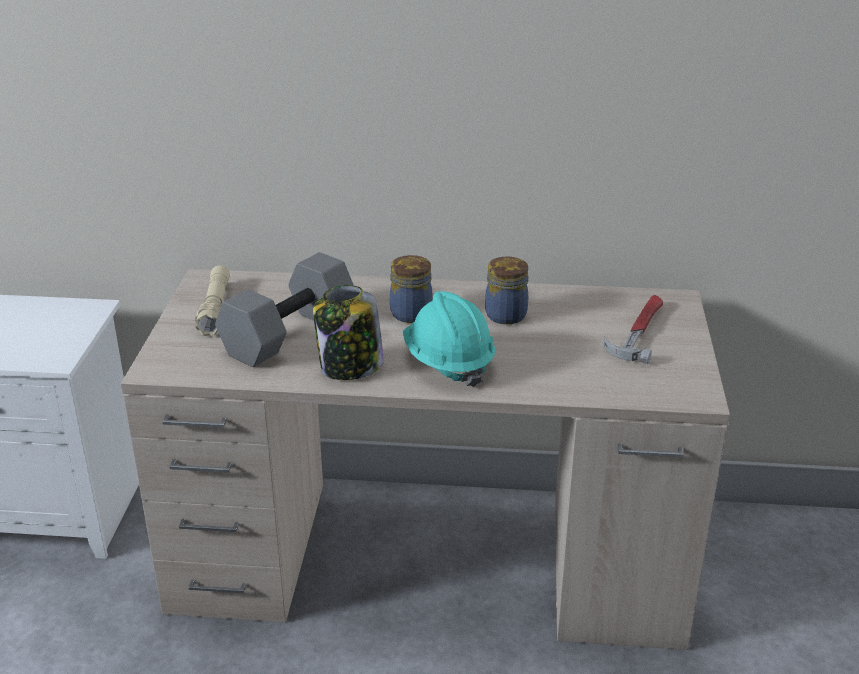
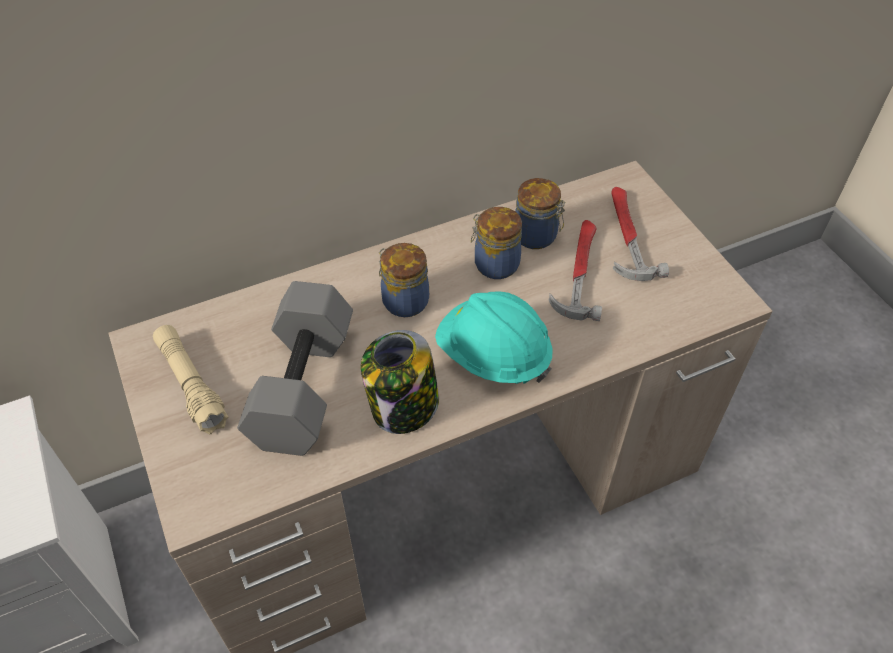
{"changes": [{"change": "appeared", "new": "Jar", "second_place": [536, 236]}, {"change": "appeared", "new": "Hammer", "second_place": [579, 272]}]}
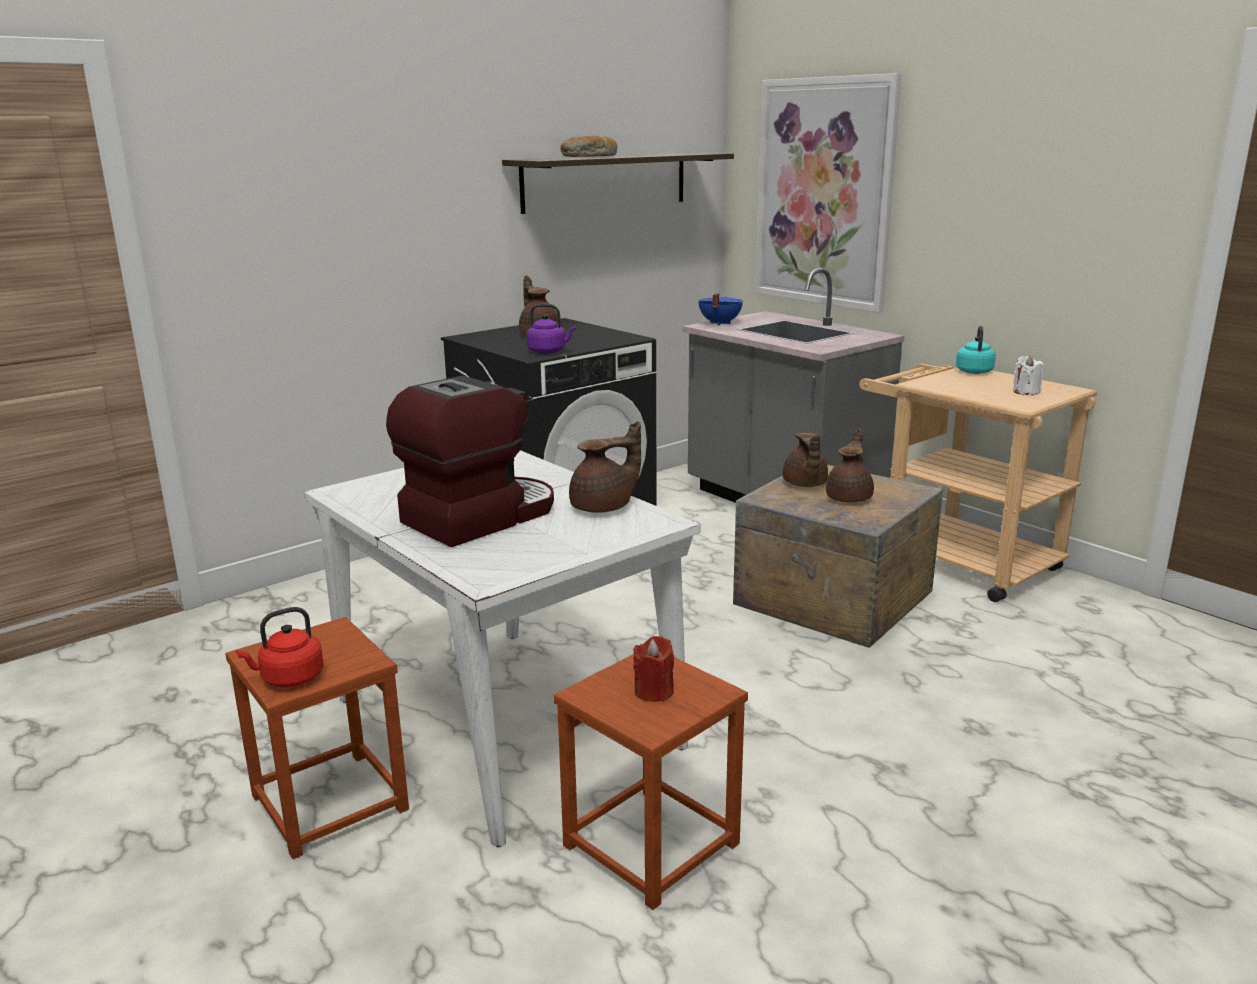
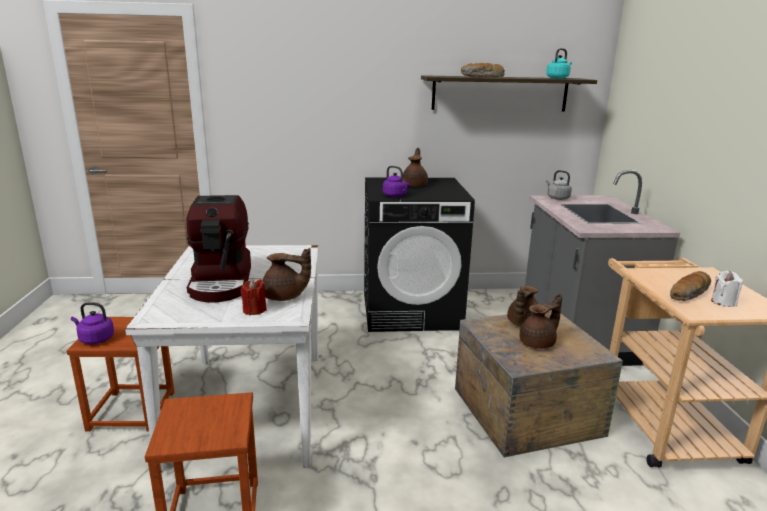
{"changes": [{"change": "missing", "old": "Picture", "first_place": [824, 193]}, {"change": "appeared", "new": "Bread", "second_place": [689, 294]}, {"change": "relocated", "old": "RedCandle", "first_place": [654, 691], "second_place": [254, 310]}, {"change": "relocated", "old": "TurquoiseKettle", "first_place": [974, 371], "second_place": [558, 78]}, {"change": "exchanged", "old": "BlueCookingPot", "new": "GreyKettle", "first_place": [719, 323], "second_place": [557, 198]}, {"change": "colour", "old": "RedKettle", "new": "PurpleKettle", "first_place": [289, 679], "second_place": [95, 339]}, {"change": "spun", "old": "CoffeeMachine", "first_place": [479, 516], "second_place": [222, 282], "degrees": 90}]}
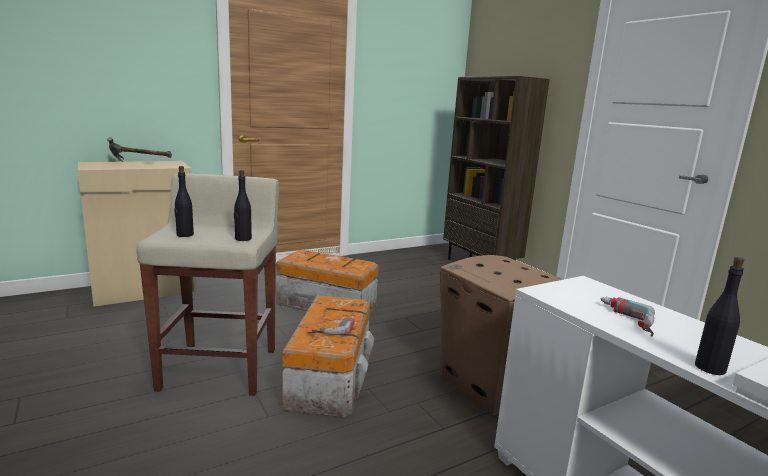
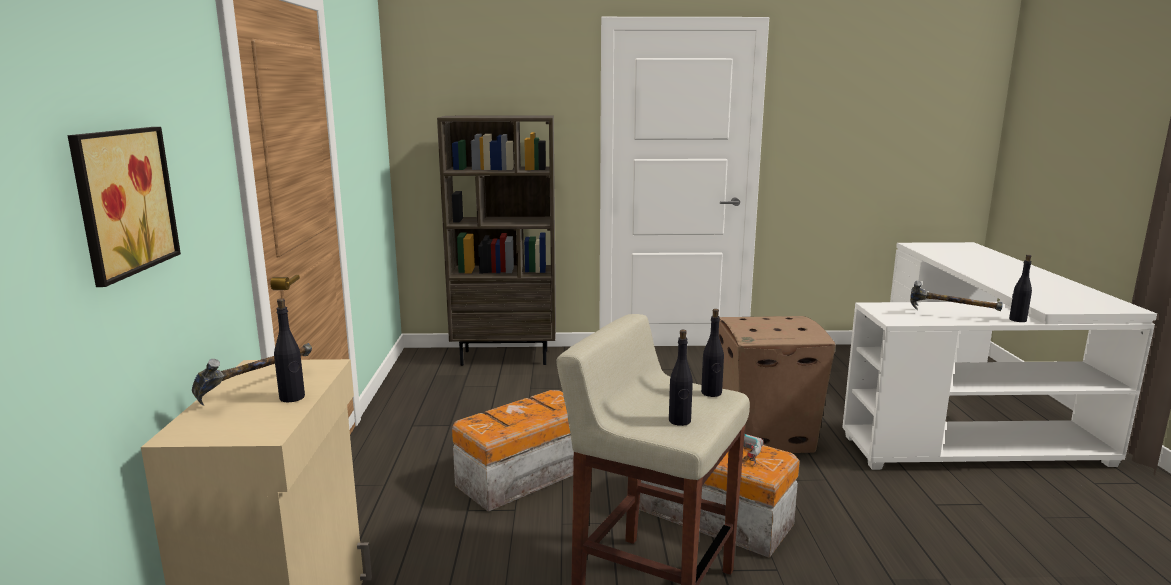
{"changes": [{"change": "appeared", "new": "Picture", "second_place": [119, 201]}, {"change": "appeared", "new": "BlackBottle", "second_place": [292, 398]}, {"change": "exchanged", "old": "PowerDrill", "new": "Hammer", "first_place": [624, 320], "second_place": [949, 316]}]}
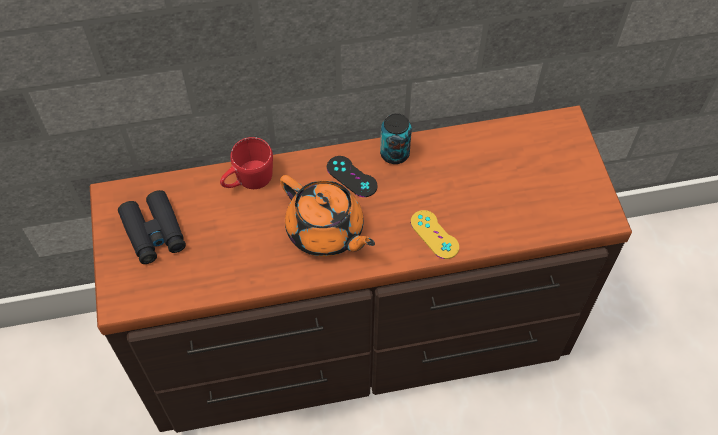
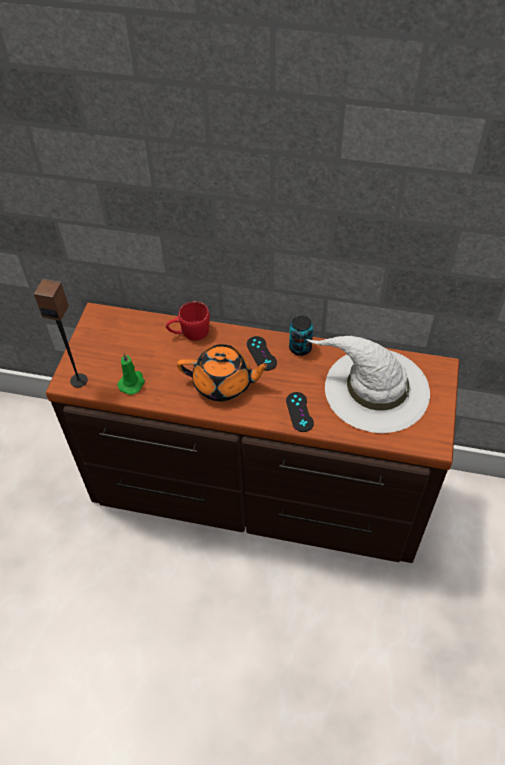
{"changes": [{"change": "missing", "old": "BlackBinoculars", "first_place": [154, 233]}, {"change": "appeared", "new": "Speaker", "second_place": [79, 380]}, {"change": "appeared", "new": "GreenCandle", "second_place": [132, 383]}, {"change": "appeared", "new": "WhiteHat", "second_place": [375, 389]}, {"change": "colour", "old": "YellowGameController", "new": "BlackGameController", "first_place": [434, 234], "second_place": [299, 412]}, {"change": "spun", "old": "OrangeTeapot", "first_place": [326, 231], "second_place": [224, 383], "degrees": -60}]}
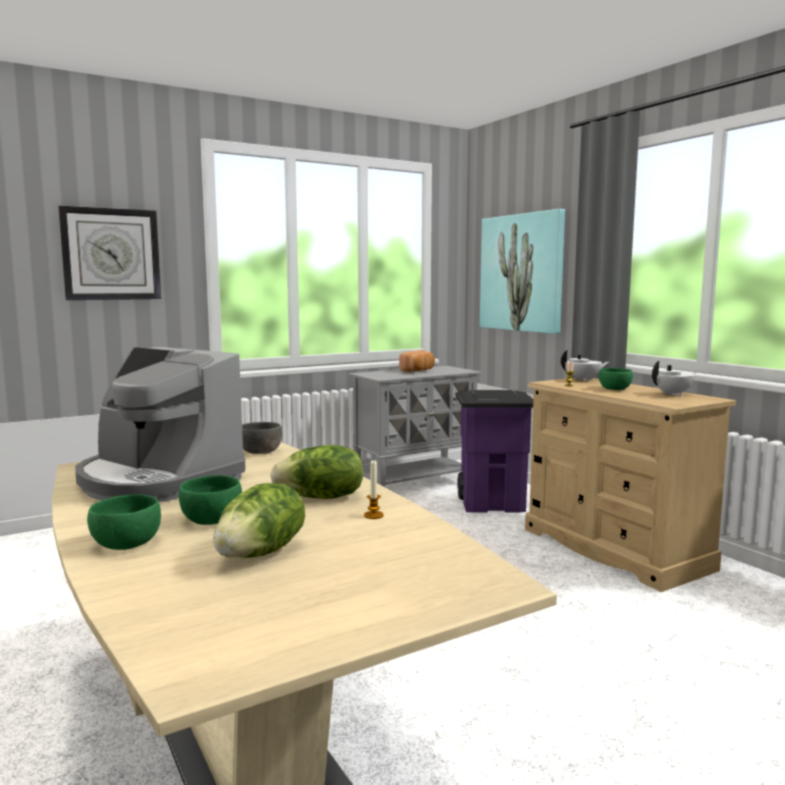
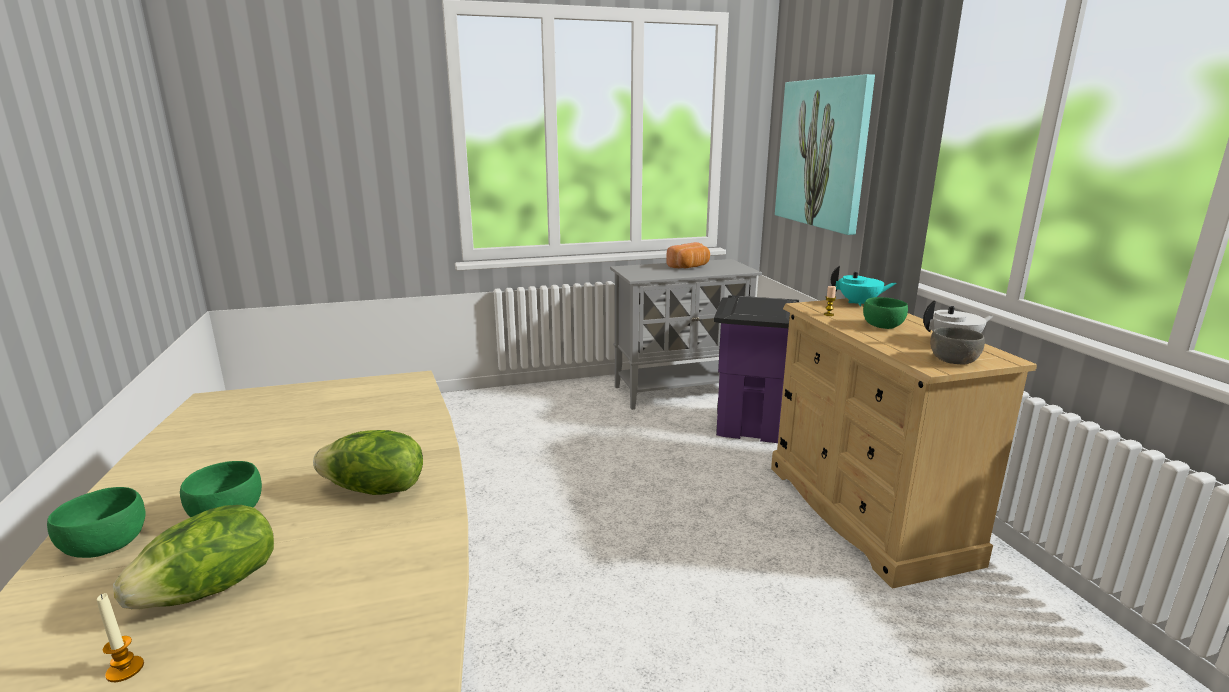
{"changes": [{"change": "missing", "old": "WallClock", "first_place": [111, 254]}, {"change": "missing", "old": "CoffeeMachine", "first_place": [157, 481]}, {"change": "relocated", "old": "GreyBowl", "first_place": [259, 451], "second_place": [952, 360]}, {"change": "relocated", "old": "Candle", "first_place": [373, 515], "second_place": [125, 670]}, {"change": "colour", "old": "WhiteTeapot", "new": "TurquoiseTeapot", "first_place": [584, 379], "second_place": [859, 303]}]}
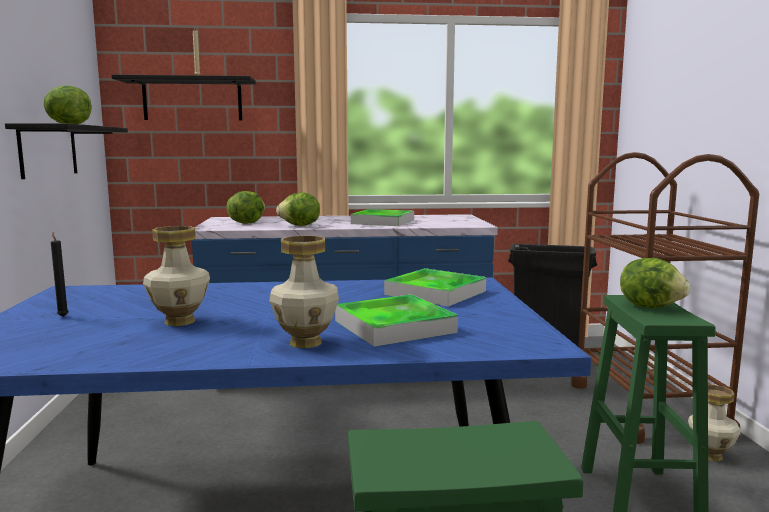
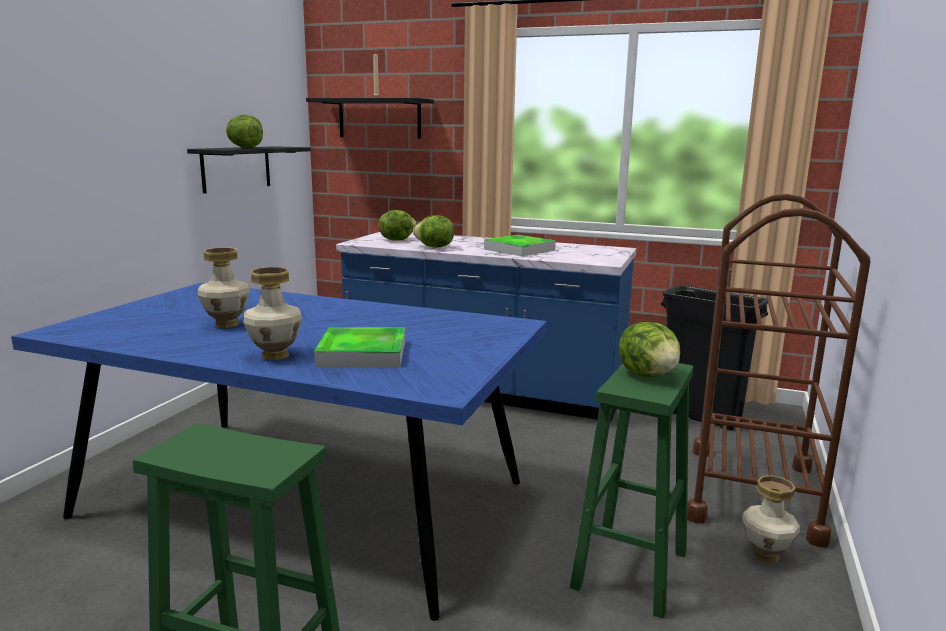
{"changes": [{"change": "missing", "old": "BlackCandle", "first_place": [62, 316]}, {"change": "missing", "old": "Tray", "first_place": [435, 293]}]}
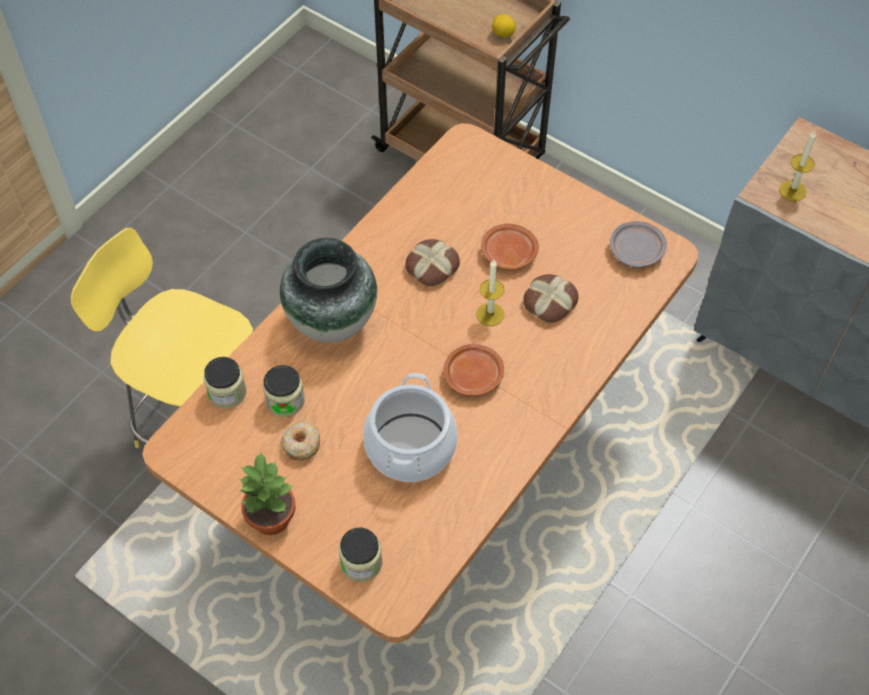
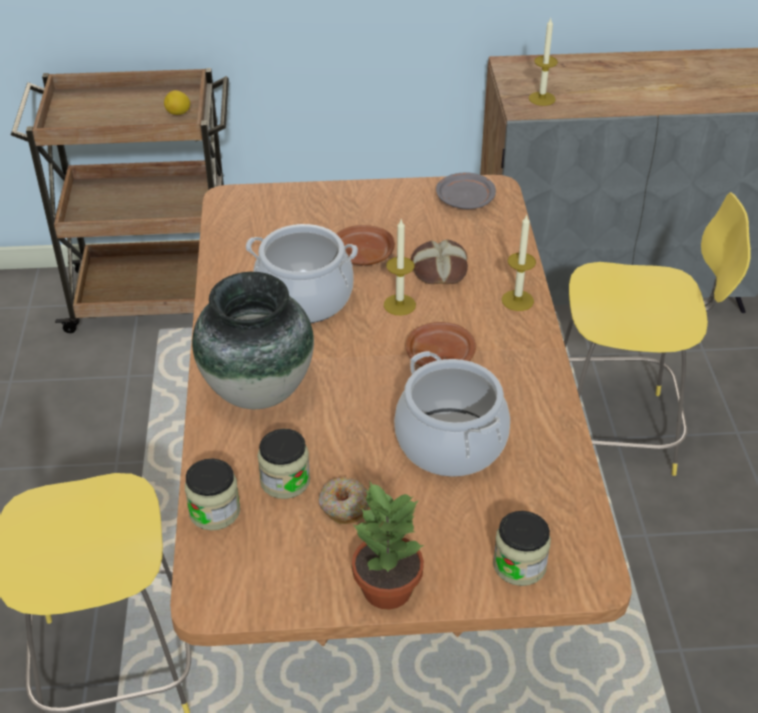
{"changes": [{"change": "appeared", "new": "Candle", "second_place": [517, 300]}, {"change": "appeared", "new": "YellowStool", "second_place": [616, 432]}, {"change": "exchanged", "old": "Bread", "new": "CookingPot", "first_place": [431, 266], "second_place": [304, 299]}]}
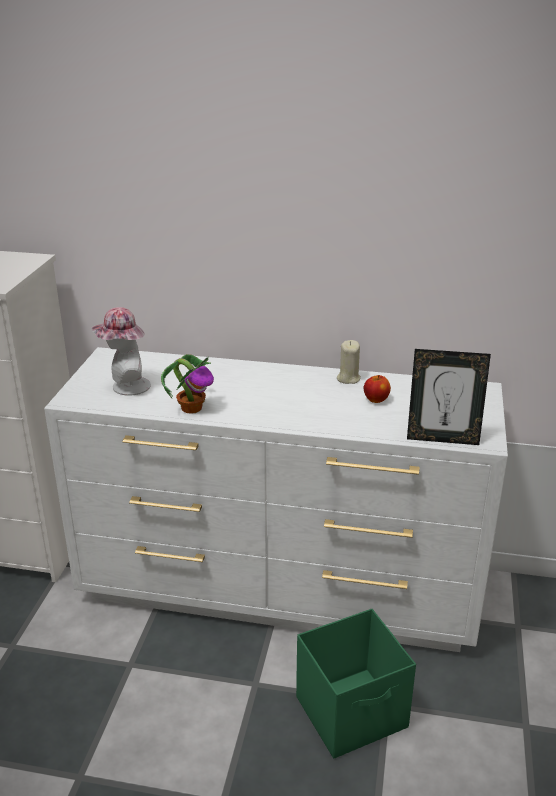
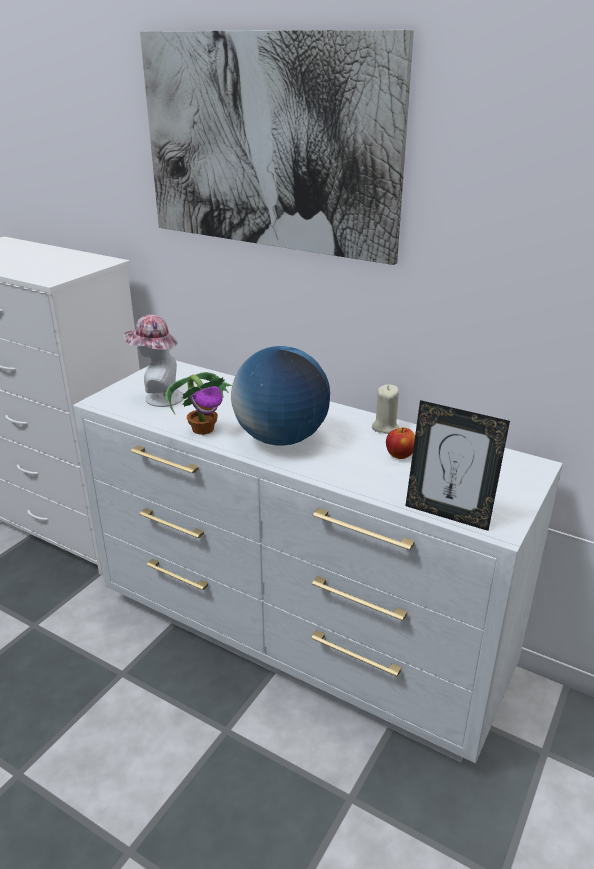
{"changes": [{"change": "missing", "old": "GreenStorageBox", "first_place": [353, 713]}, {"change": "appeared", "new": "Picture", "second_place": [267, 144]}, {"change": "appeared", "new": "Globe", "second_place": [281, 439]}]}
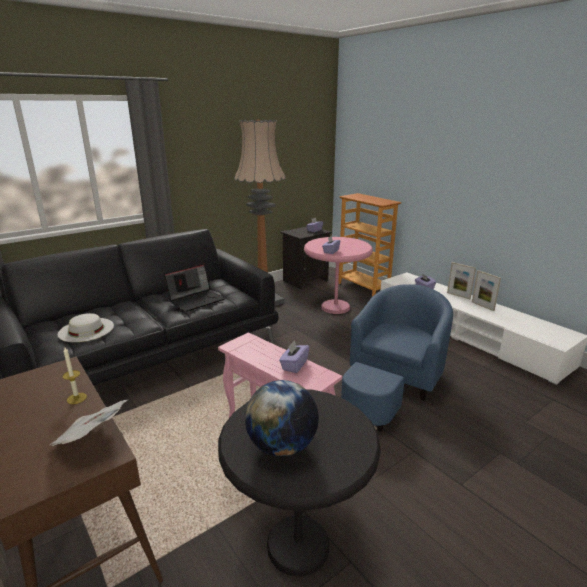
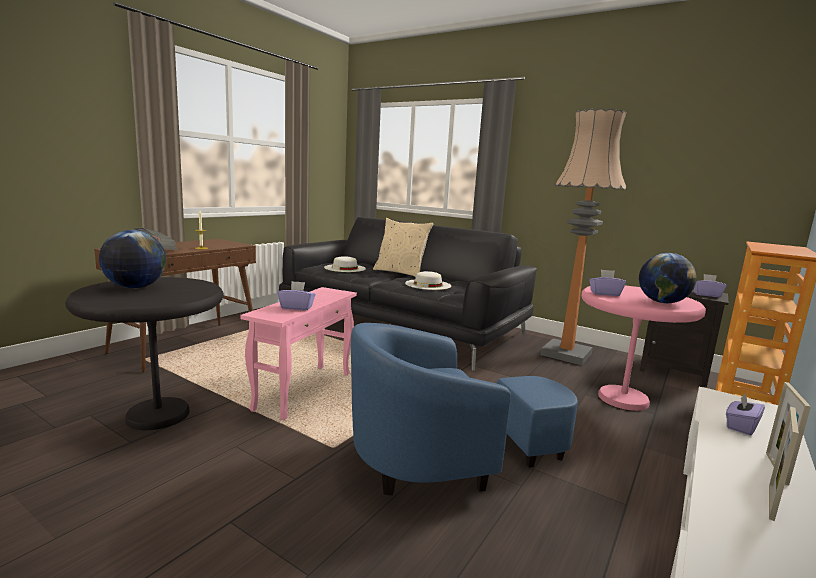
{"changes": [{"change": "appeared", "new": "BeigePillow", "second_place": [400, 273]}, {"change": "appeared", "new": "Globe", "second_place": [662, 302]}, {"change": "exchanged", "old": "Laptop", "new": "WhiteHat", "first_place": [196, 300], "second_place": [428, 284]}, {"change": "spun", "old": "BlueArmchair", "first_place": [393, 383], "second_place": [446, 457], "degrees": 150}]}
